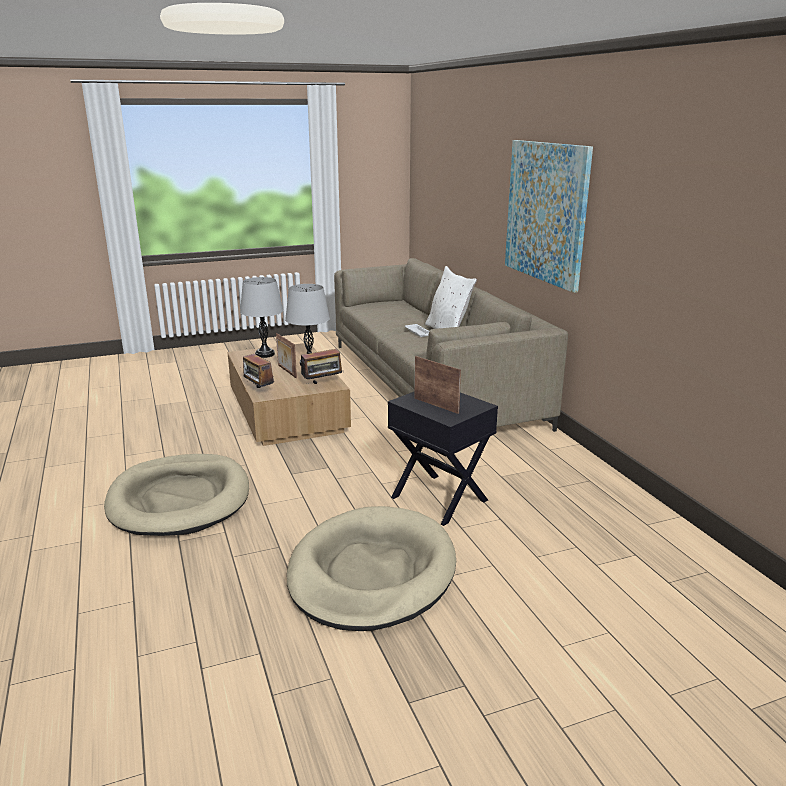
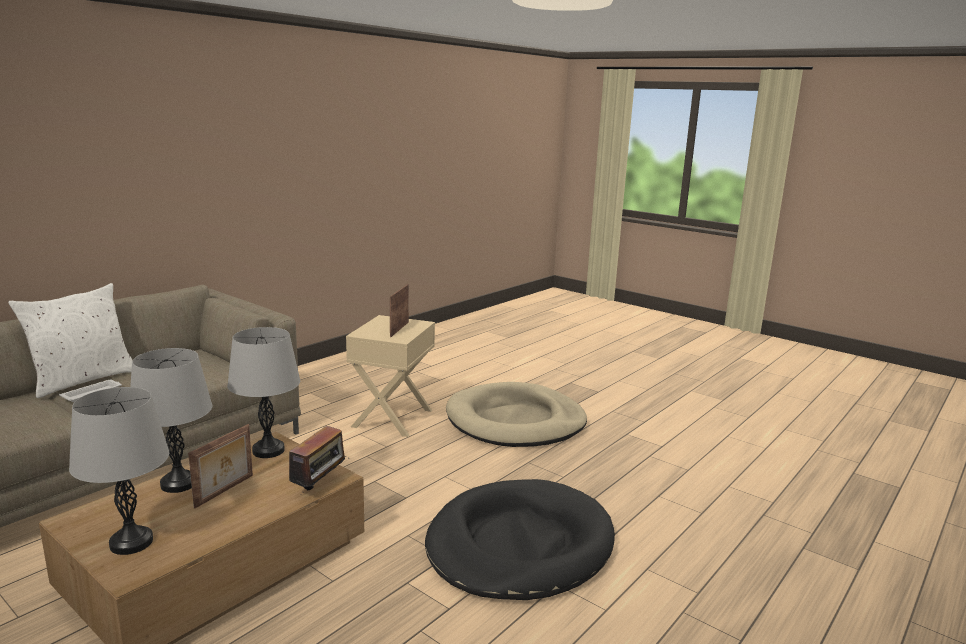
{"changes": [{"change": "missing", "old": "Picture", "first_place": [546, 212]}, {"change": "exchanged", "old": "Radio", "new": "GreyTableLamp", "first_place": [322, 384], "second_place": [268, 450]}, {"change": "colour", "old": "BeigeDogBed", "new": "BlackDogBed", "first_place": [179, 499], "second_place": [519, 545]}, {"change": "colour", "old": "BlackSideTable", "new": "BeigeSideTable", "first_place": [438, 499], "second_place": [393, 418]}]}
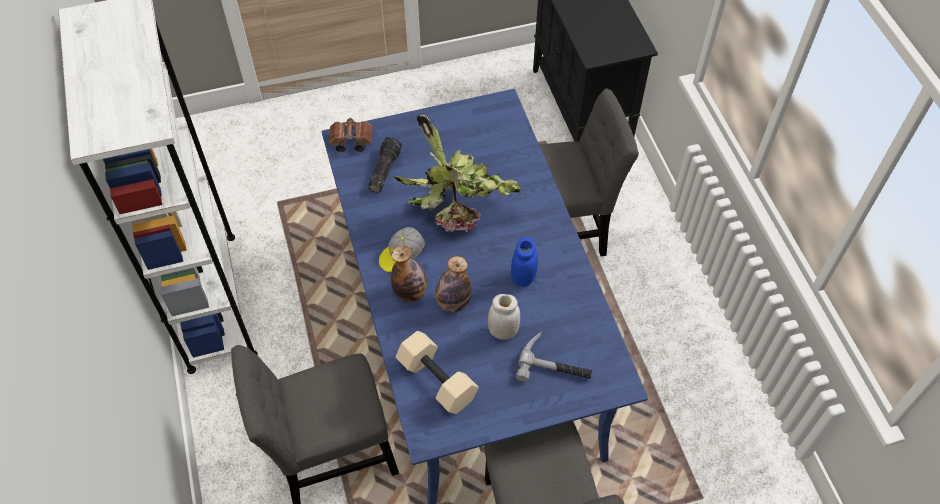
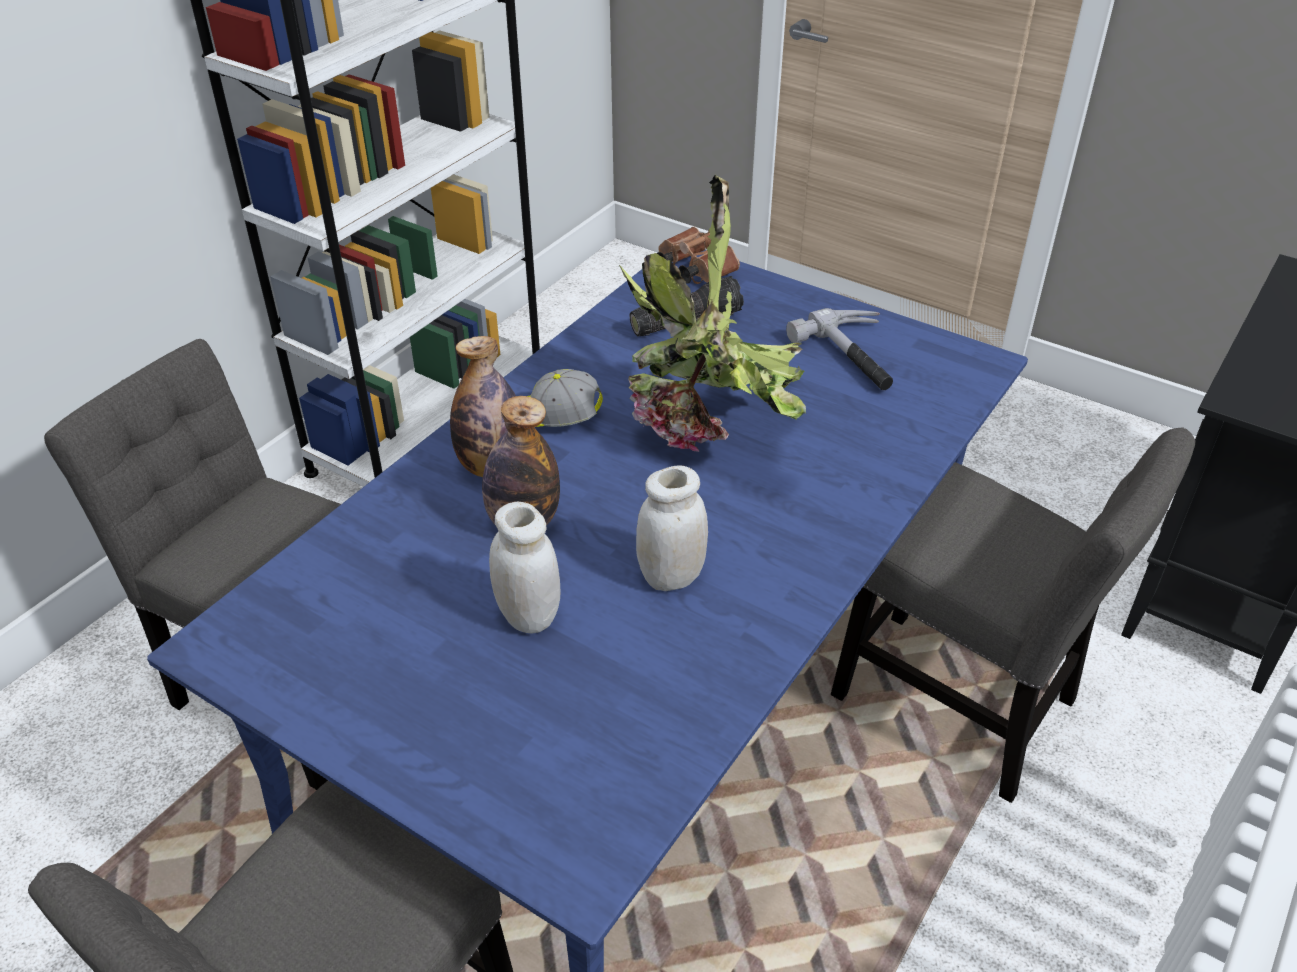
{"changes": [{"change": "missing", "old": "BeigeDumbbell", "first_place": [435, 380]}, {"change": "relocated", "old": "Hammer", "first_place": [556, 364], "second_place": [858, 356]}, {"change": "colour", "old": "BlueJar", "new": "WhiteJar", "first_place": [523, 277], "second_place": [671, 576]}]}
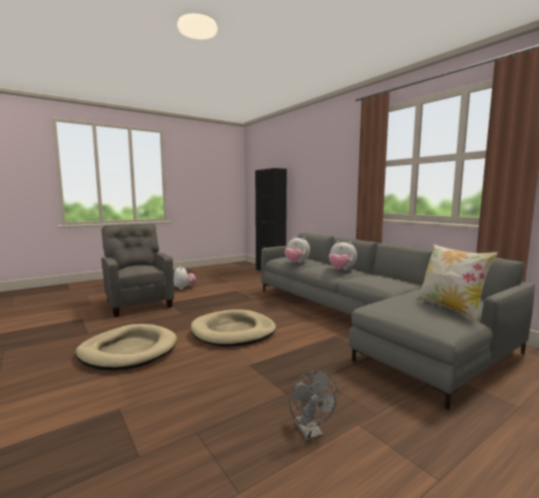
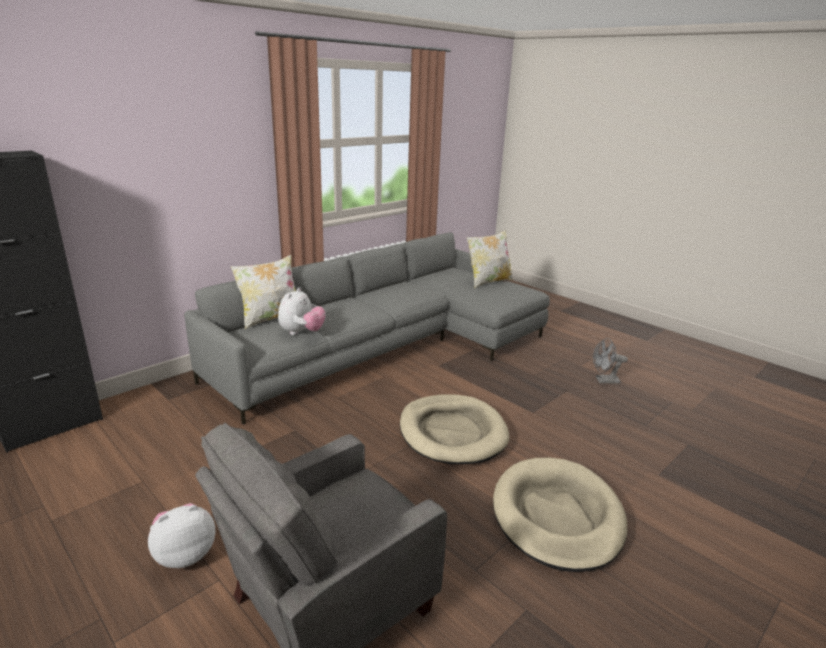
{"changes": [{"change": "missing", "old": "PlushToy", "first_place": [341, 270]}, {"change": "appeared", "new": "Pillow", "second_place": [270, 318]}, {"change": "spun", "old": "GreyFan", "first_place": [310, 432], "second_place": [604, 381], "degrees": -150}]}
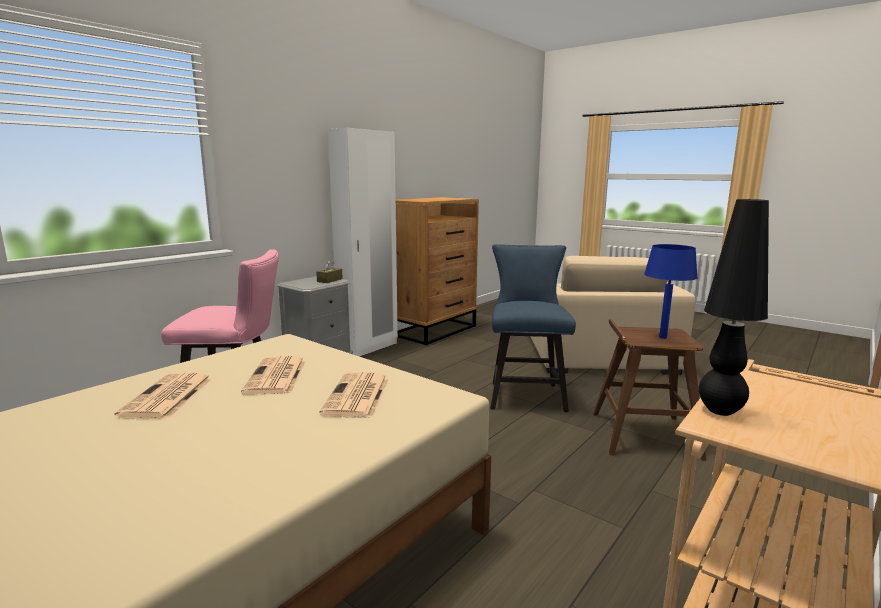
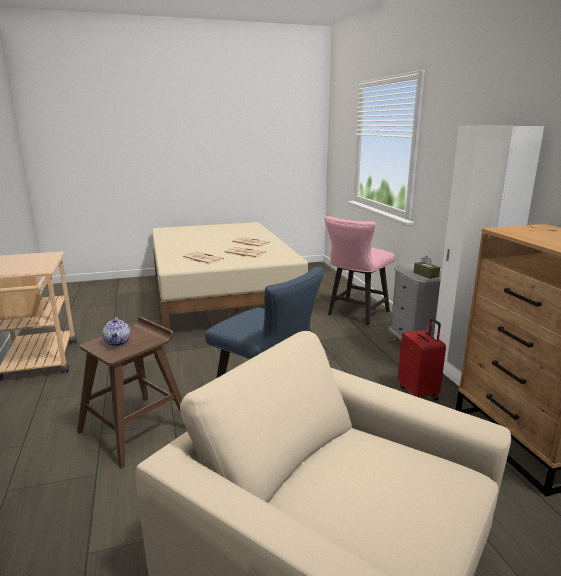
{"changes": [{"change": "missing", "old": "BlackTableLamp", "first_place": [719, 411]}, {"change": "appeared", "new": "RedSuitcase", "second_place": [419, 392]}, {"change": "exchanged", "old": "BlueTableLamp", "new": "Teapot", "first_place": [662, 337], "second_place": [118, 342]}]}
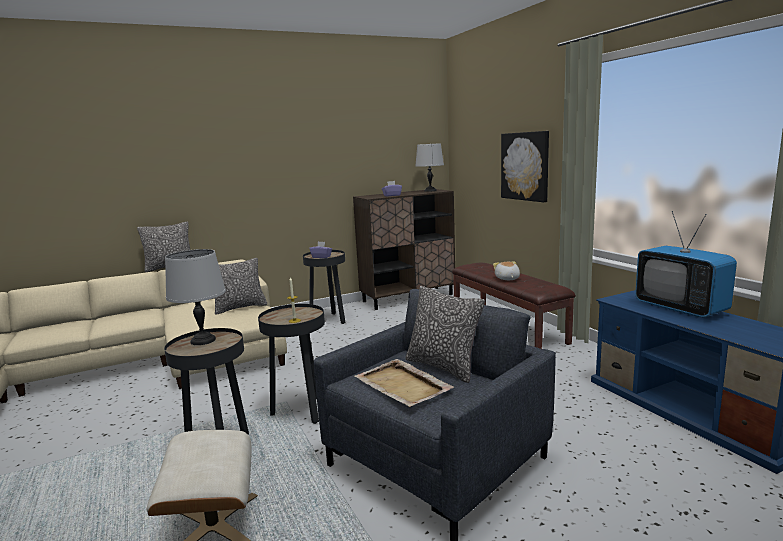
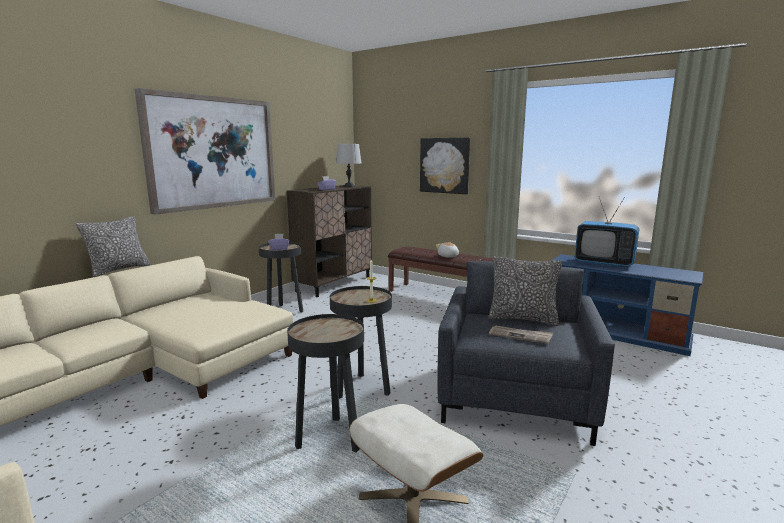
{"changes": [{"change": "missing", "old": "GreyTableLamp", "first_place": [203, 340]}, {"change": "missing", "old": "Pillow", "first_place": [240, 307]}, {"change": "appeared", "new": "Picture", "second_place": [213, 152]}, {"change": "exchanged", "old": "BeigeTray", "new": "Newspaper", "first_place": [403, 386], "second_place": [520, 336]}]}
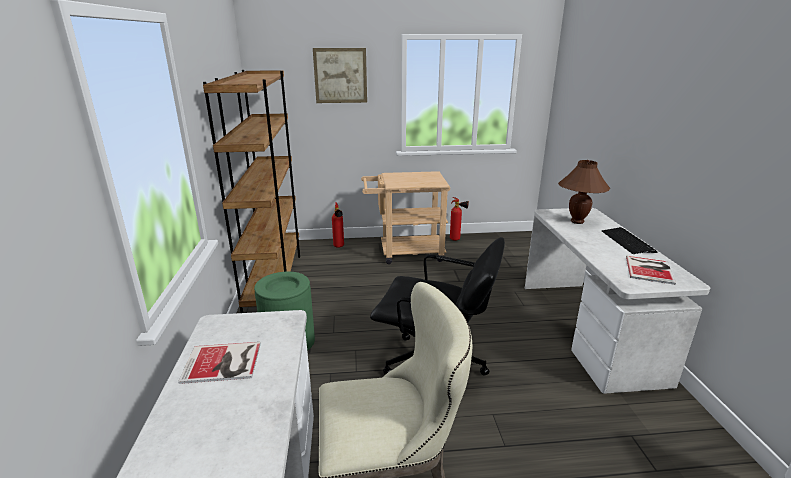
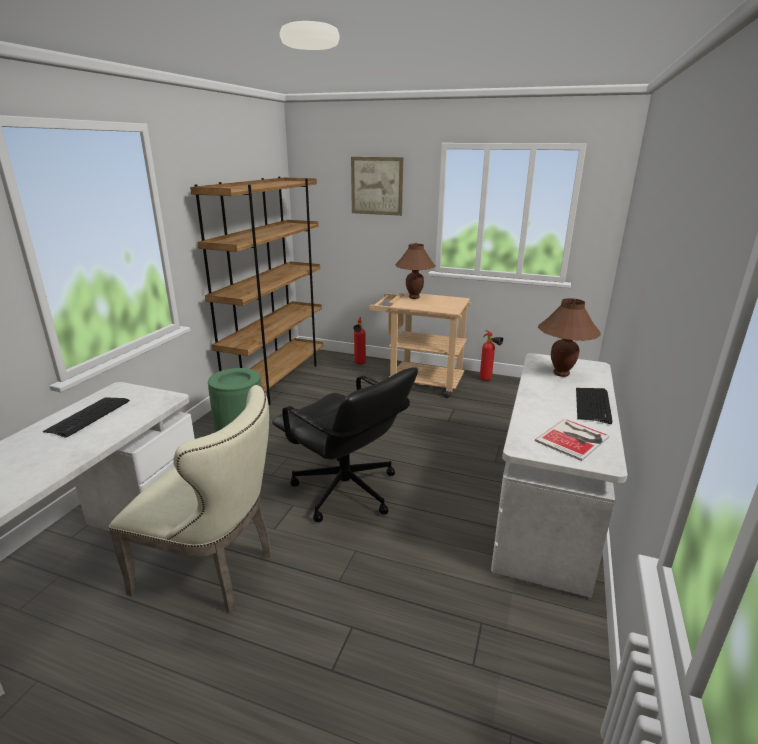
{"changes": [{"change": "appeared", "new": "BrownTableLamp", "second_place": [414, 297]}, {"change": "exchanged", "old": "Book", "new": "Keyboard", "first_place": [224, 363], "second_place": [88, 417]}]}
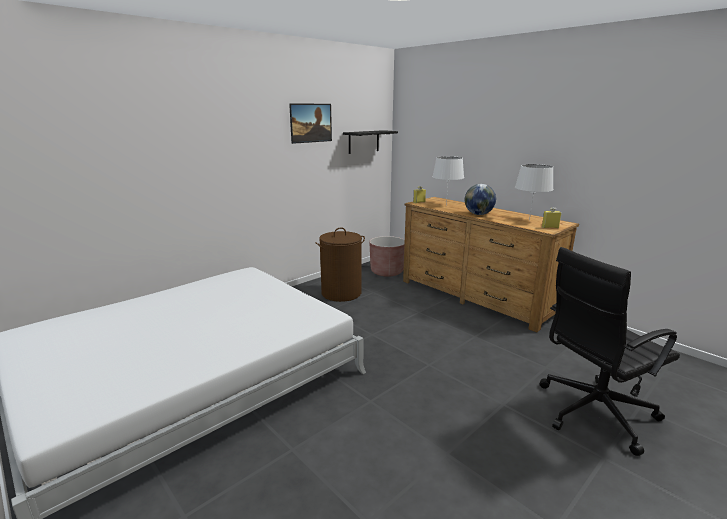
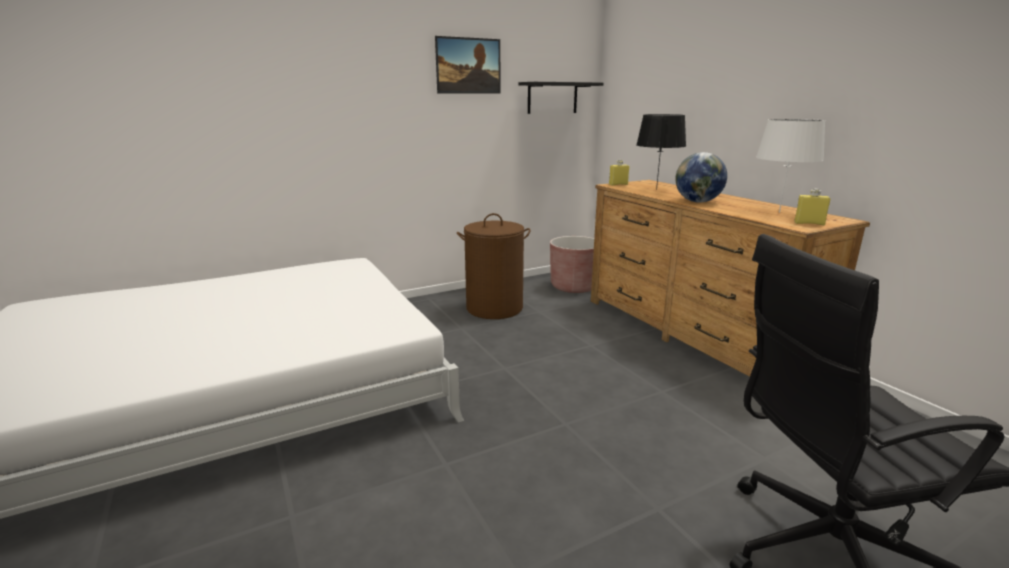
{"changes": [{"change": "colour", "old": "WhiteTableLamp", "new": "BlackTableLamp", "first_place": [446, 205], "second_place": [656, 189]}]}
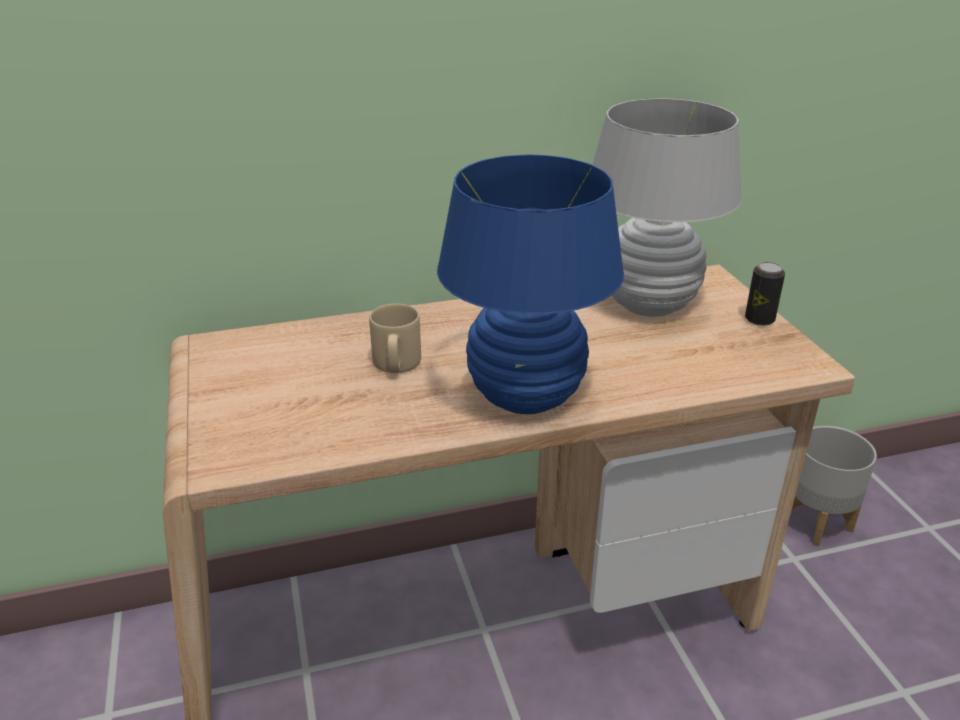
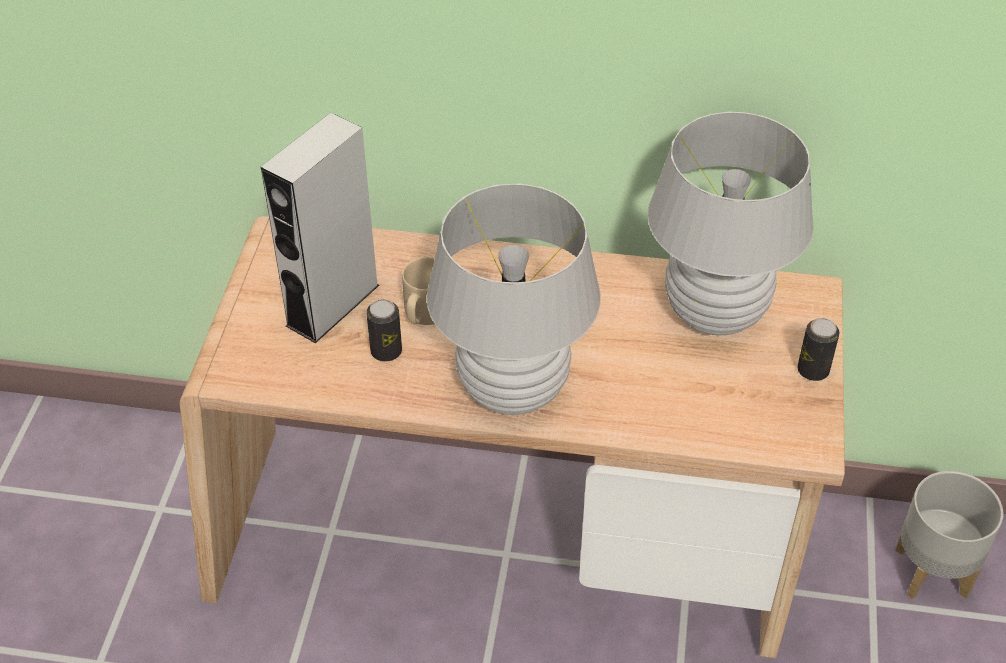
{"changes": [{"change": "appeared", "new": "GreySpeaker", "second_place": [332, 305]}, {"change": "appeared", "new": "Can", "second_place": [386, 351]}, {"change": "colour", "old": "BlueTableLamp", "new": "WhiteTableLamp", "first_place": [525, 396], "second_place": [513, 389]}]}
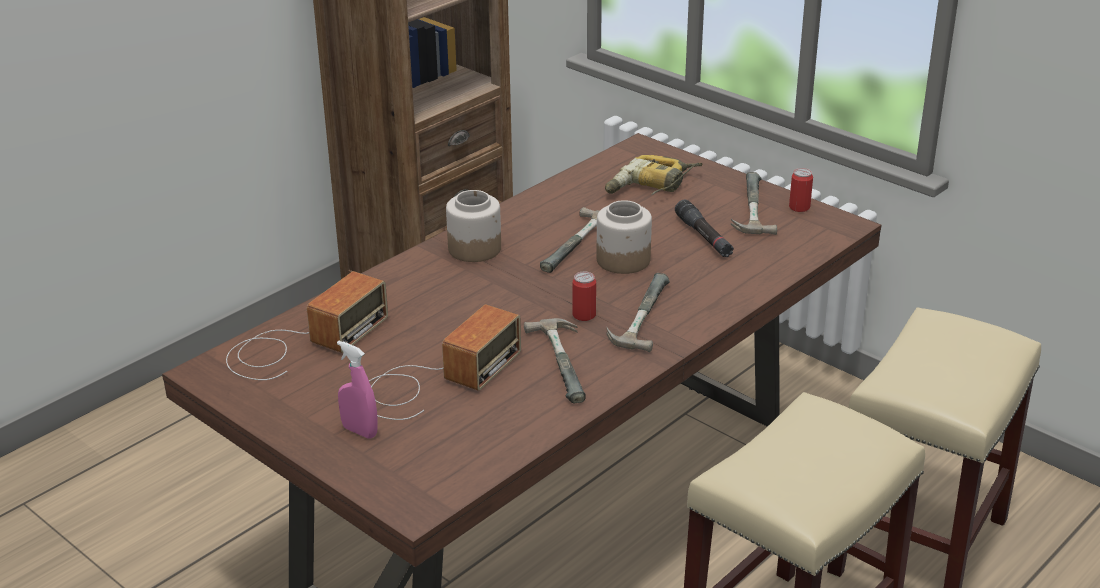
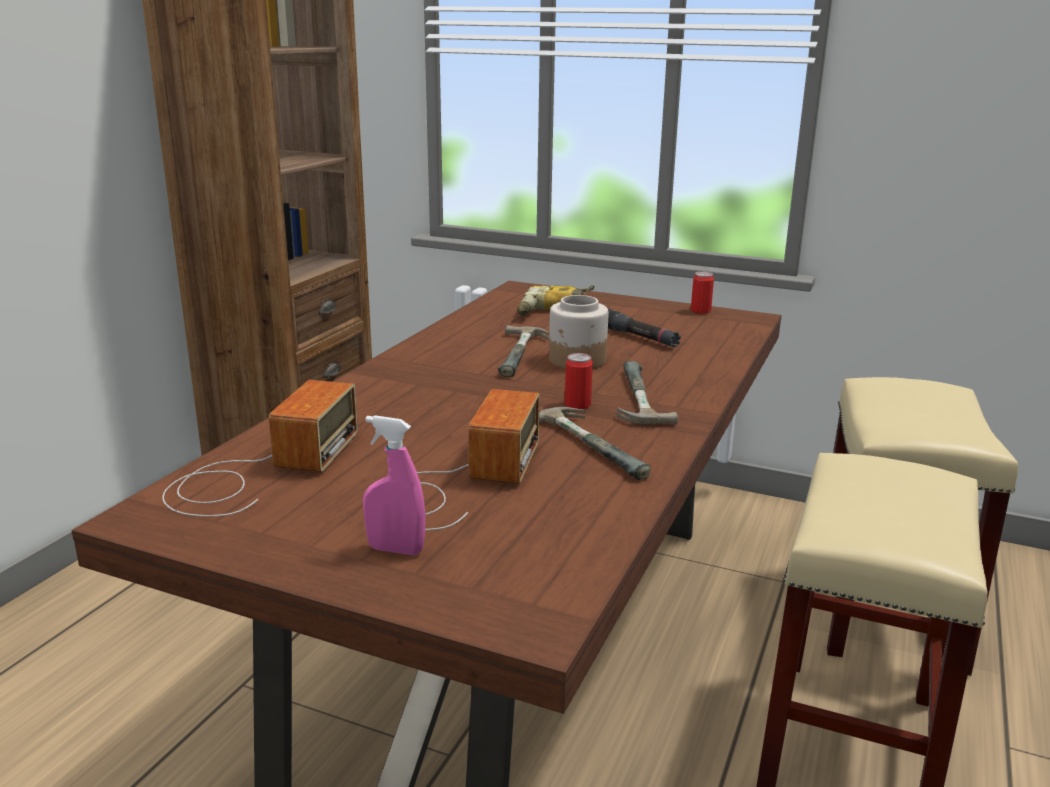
{"changes": [{"change": "missing", "old": "Jar", "first_place": [474, 248]}, {"change": "missing", "old": "Hammer", "first_place": [747, 207]}]}
